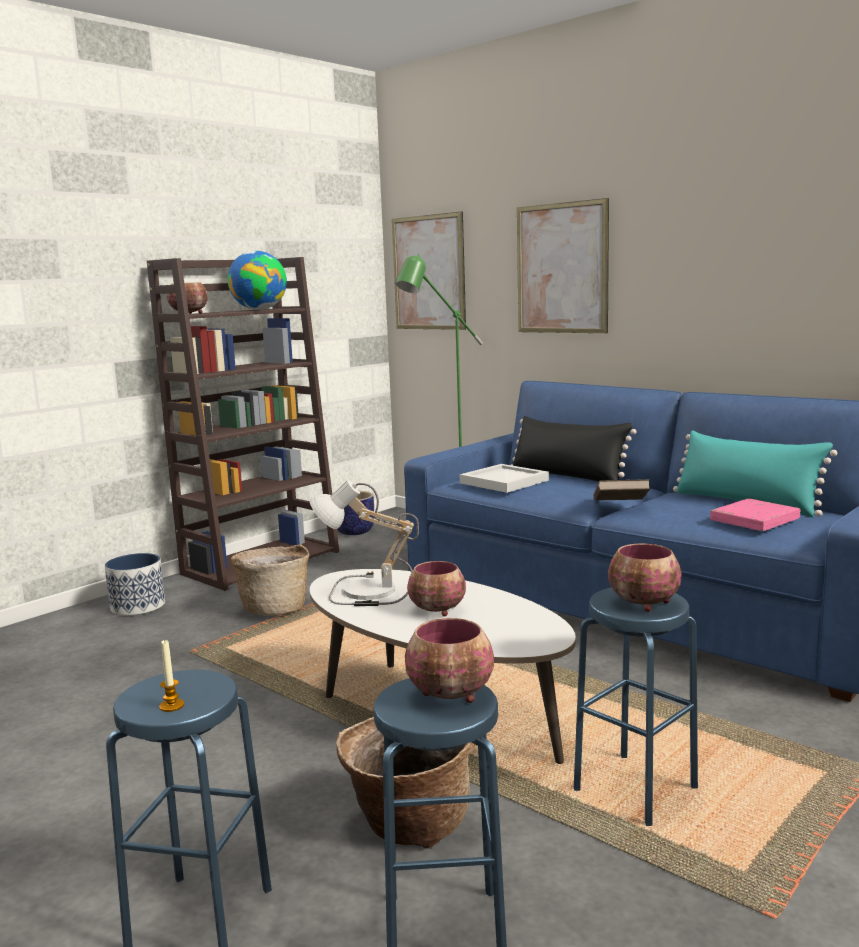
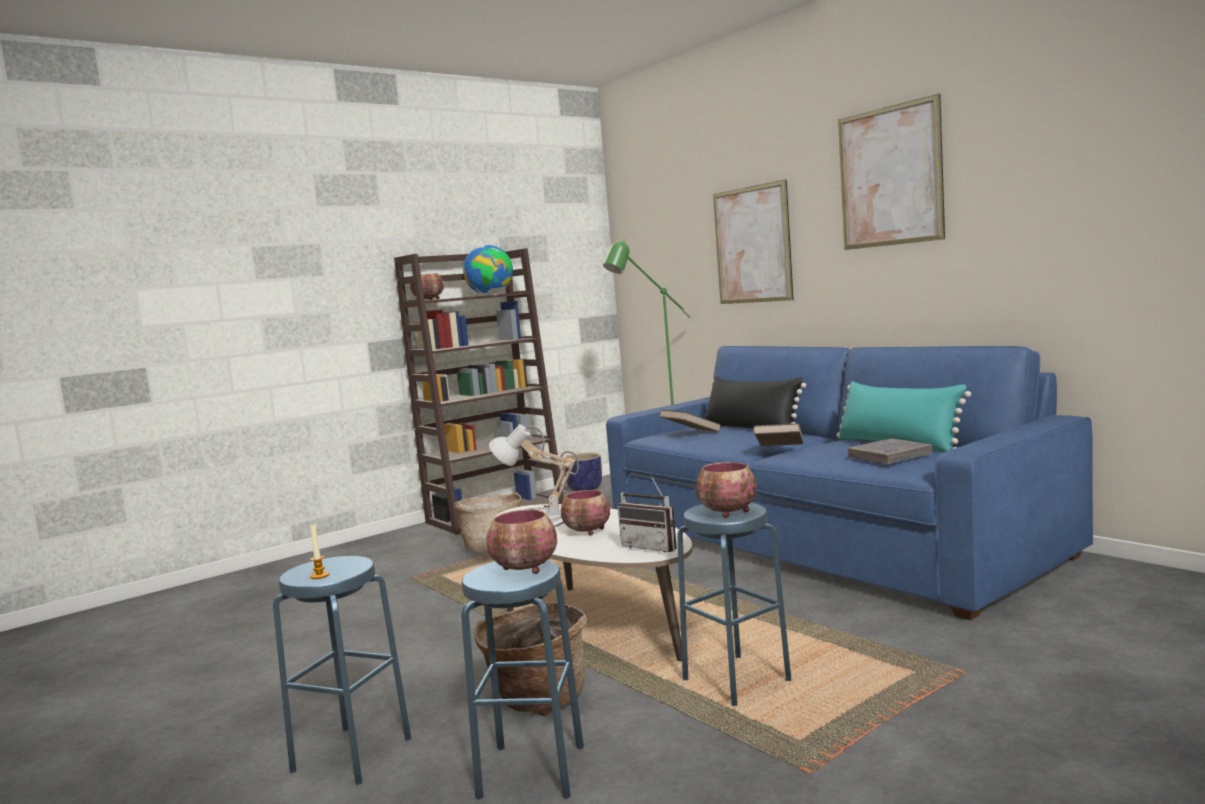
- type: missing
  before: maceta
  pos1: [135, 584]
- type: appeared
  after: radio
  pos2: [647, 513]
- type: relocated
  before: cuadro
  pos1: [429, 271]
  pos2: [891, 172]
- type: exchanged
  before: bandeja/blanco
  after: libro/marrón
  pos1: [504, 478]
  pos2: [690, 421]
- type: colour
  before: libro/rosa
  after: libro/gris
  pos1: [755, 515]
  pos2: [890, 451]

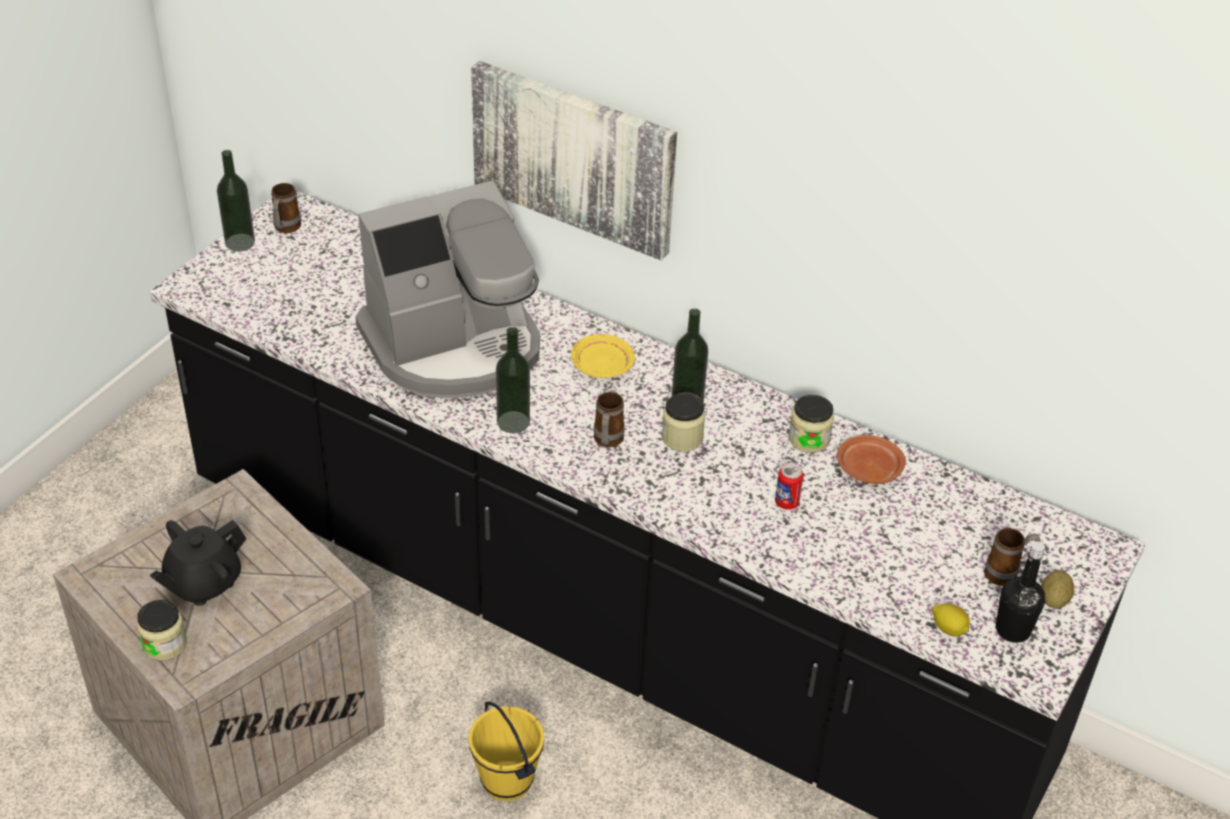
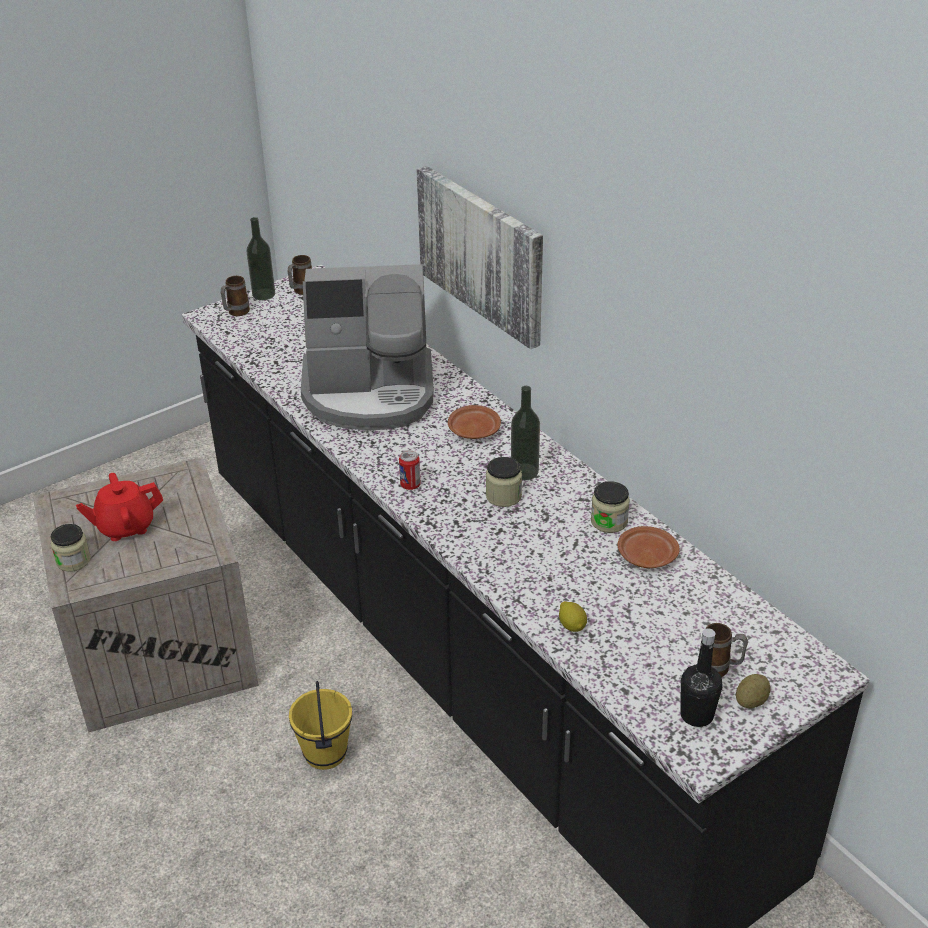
- type: missing
  before: botella
  pos1: [513, 380]
- type: relocated
  before: taza grande
  pos1: [609, 419]
  pos2: [235, 296]
- type: relocated
  before: lata
  pos1: [789, 486]
  pos2: [410, 470]
- type: relocated
  before: limón
  pos1: [951, 620]
  pos2: [573, 616]
- type: colour
  before: tetera/negro
  after: tetera/rojo
  pos1: [198, 563]
  pos2: [119, 507]
- type: colour
  before: plato/amarillo
  after: plato/marrón
  pos1: [603, 356]
  pos2: [474, 422]

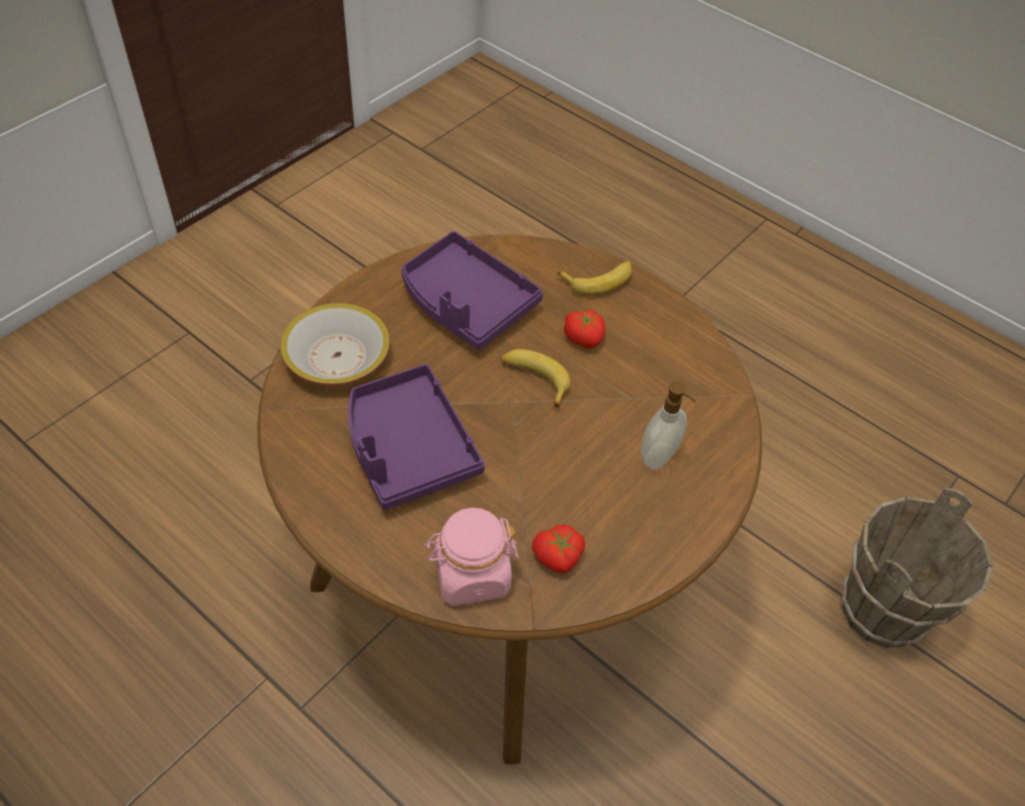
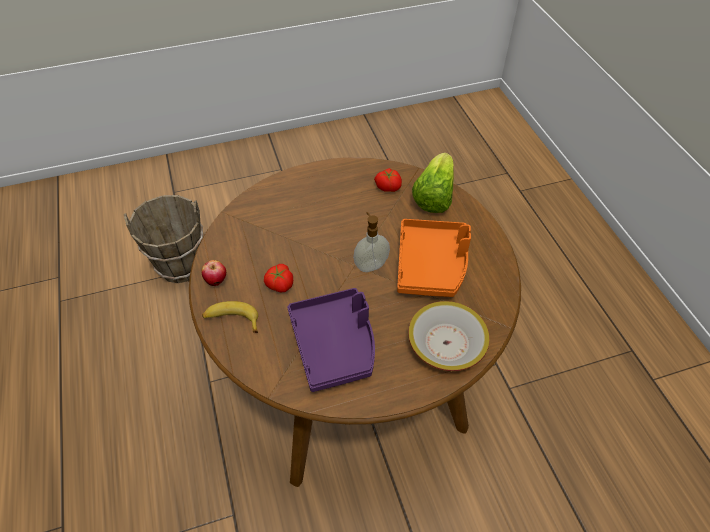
- type: missing
  before: plátano
  pos1: [536, 378]
- type: appeared
  after: manzana
  pos2: [214, 273]
- type: relocated
  before: dispensador de jabón
  pos1: [668, 425]
  pos2: [371, 242]
- type: exchanged
  before: tarro/rosa
  after: lechuga
  pos1: [471, 557]
  pos2: [433, 183]
- type: colour
  before: bandeja/morado
  after: bandeja/naranja
  pos1: [416, 437]
  pos2: [434, 258]

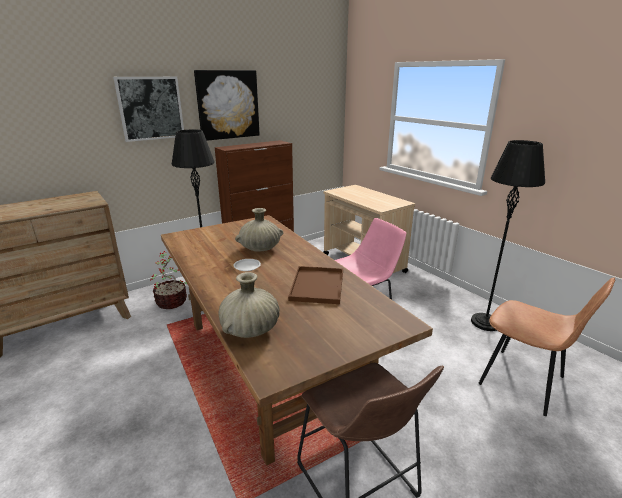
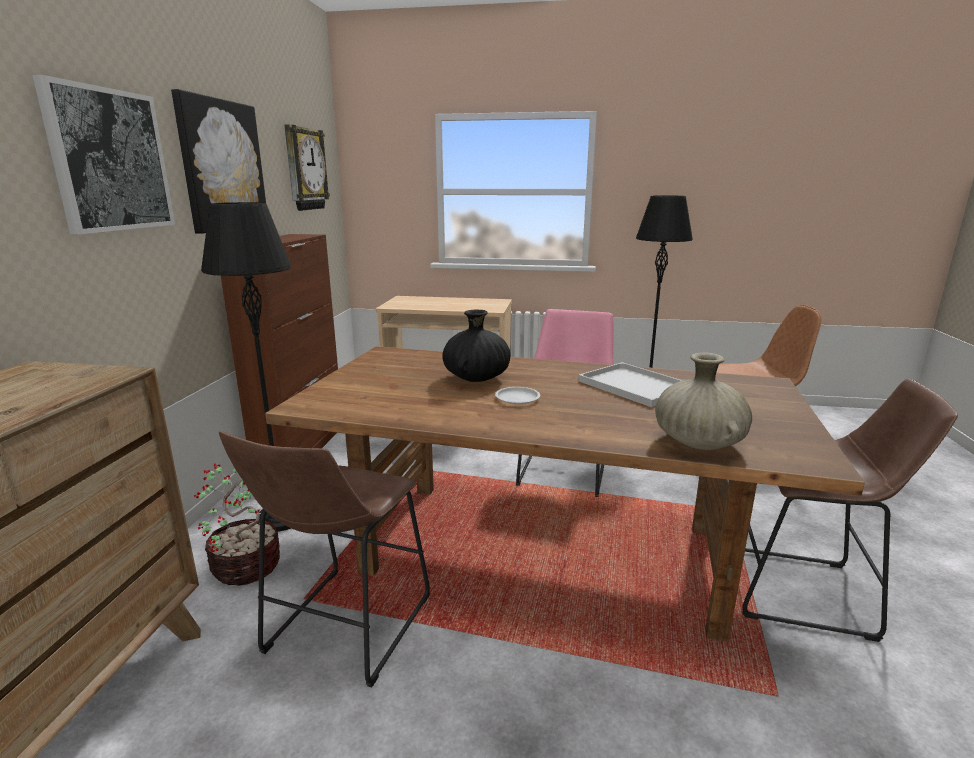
- type: appeared
  after: taburete/marrón
  pos2: [324, 559]
- type: appeared
  after: reloj de pared
  pos2: [307, 168]
- type: colour
  before: florero/beis
  after: florero/negro
  pos1: [259, 230]
  pos2: [476, 346]
- type: colour
  before: bandeja/marrón
  after: bandeja/blanco
  pos1: [315, 285]
  pos2: [629, 384]

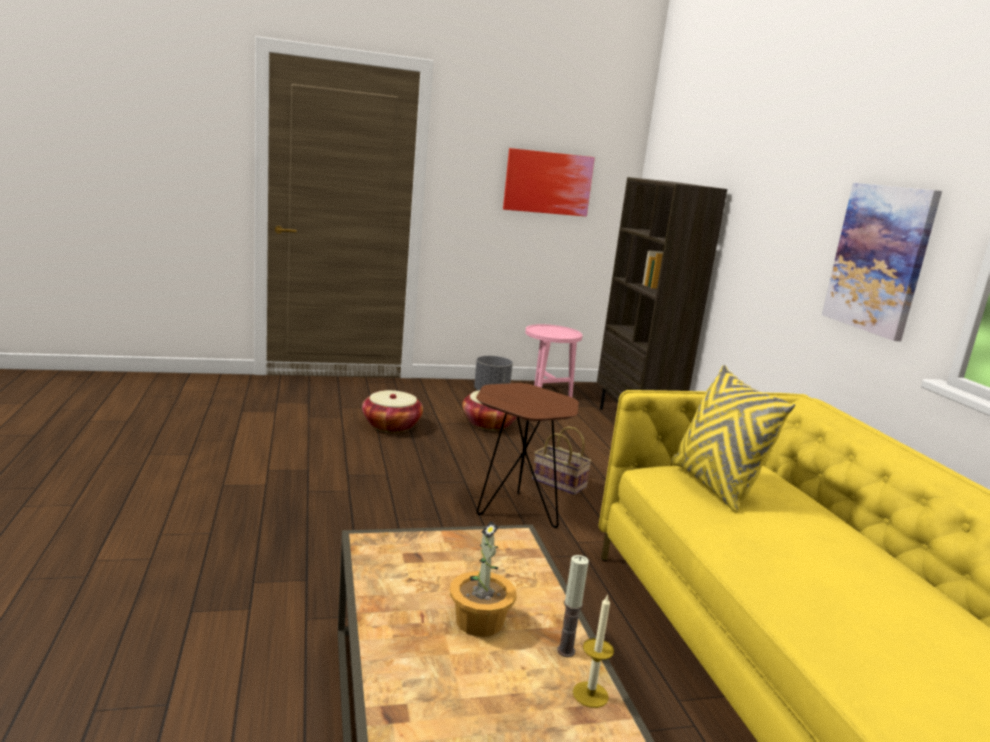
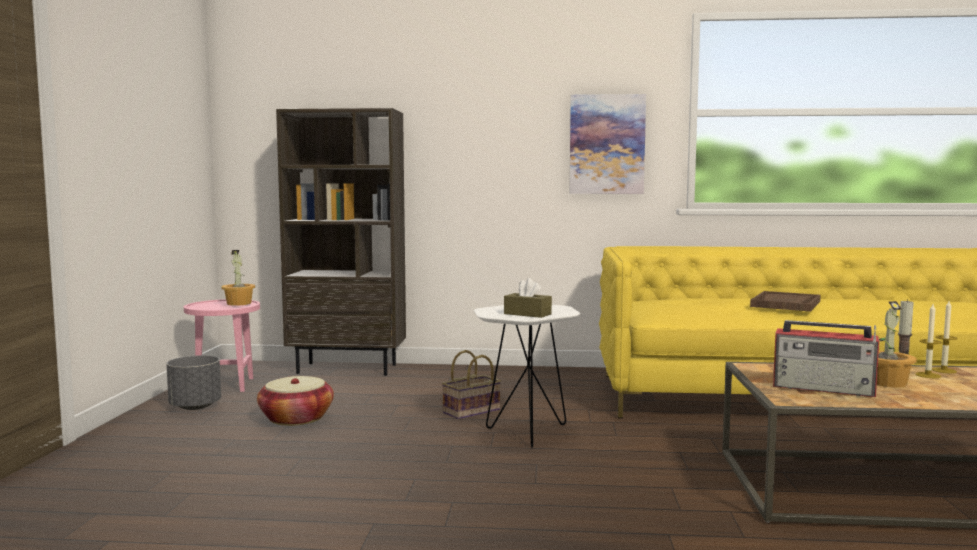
- type: missing
  before: cesta
  pos1: [392, 411]
- type: missing
  before: cuadro
  pos1: [549, 182]
- type: missing
  before: cojín/amarillo
  pos1: [733, 439]
- type: appeared
  after: planta en maceta
  pos2: [238, 278]
- type: appeared
  after: caja de pañuelos/marrón
  pos2: [528, 298]
- type: appeared
  after: bandeja/marrón
  pos2: [785, 301]
- type: appeared
  after: radio
  pos2: [826, 358]
- type: appeared
  after: vela
  pos2: [928, 341]
- type: colour
  before: mesa auxiliar/marrón
  after: mesa auxiliar/blanco
  pos1: [527, 455]
  pos2: [527, 376]

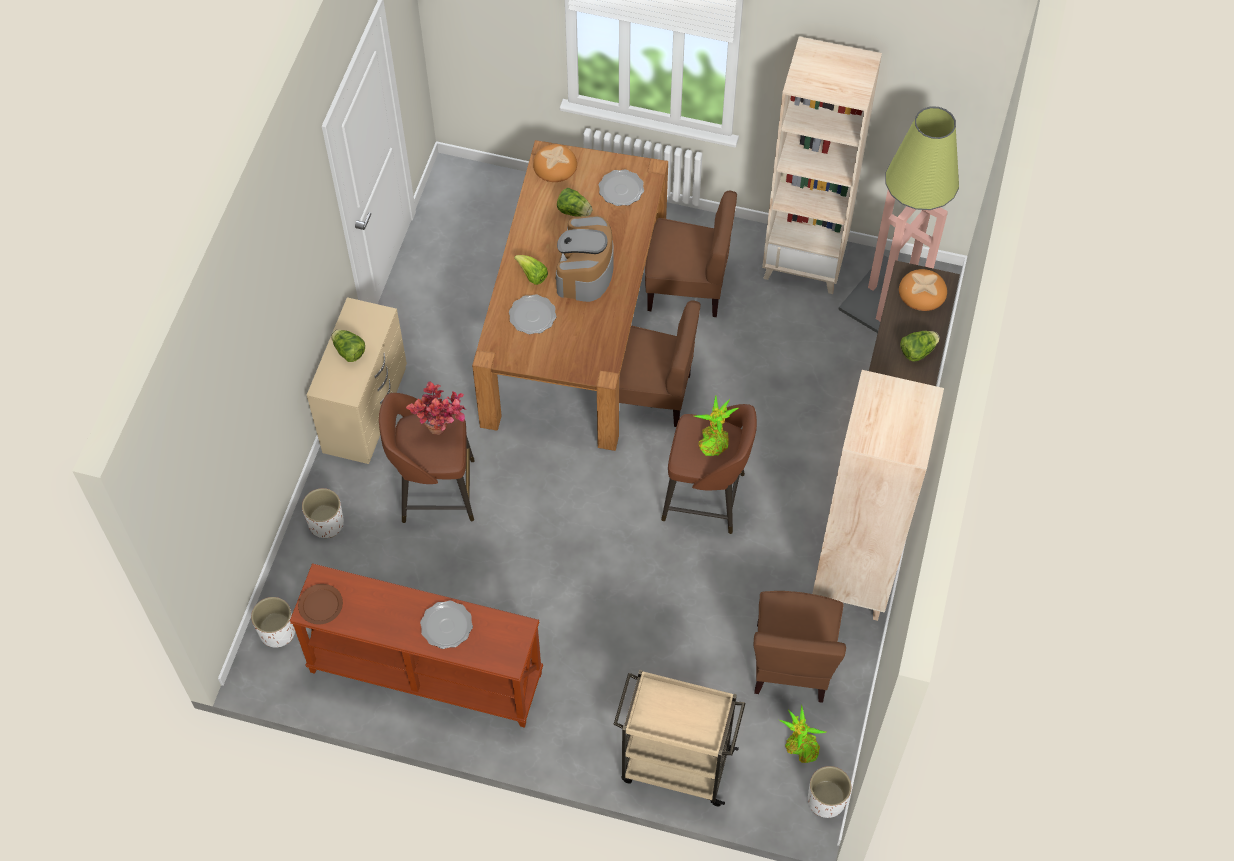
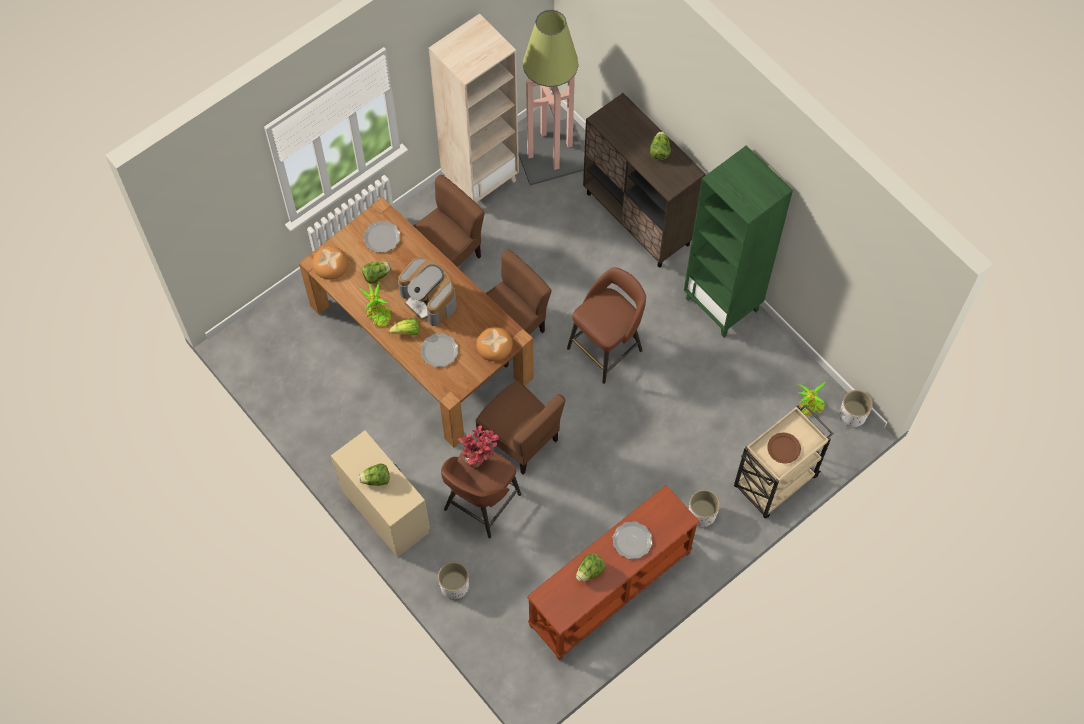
- type: appeared
  after: lechuga
  pos2: [590, 567]
- type: relocated
  before: maceta/blanco
  pos1: [273, 622]
  pos2: [704, 508]
- type: relocated
  before: plato/marrón
  pos1: [320, 604]
  pos2: [784, 448]
- type: relocated
  before: planta en maceta
  pos1: [716, 425]
  pos2: [375, 304]
- type: relocated
  before: silla/marrón
  pos1: [800, 647]
  pos2: [521, 427]
- type: relocated
  before: pan
  pos1: [923, 290]
  pos2: [494, 344]
- type: colour
  before: estantería/beis
  after: estantería/verde
  pos1: [878, 495]
  pos2: [738, 241]

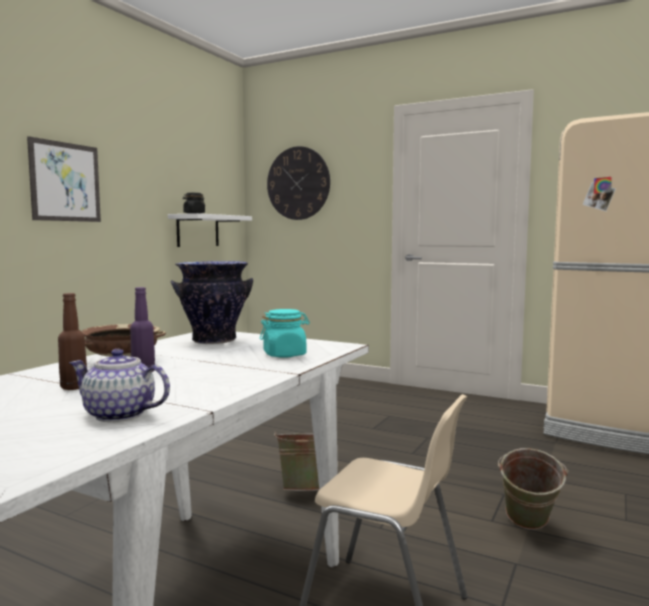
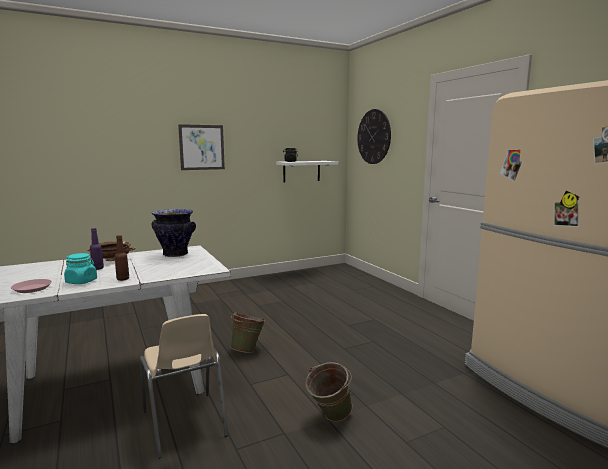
- type: relocated
  before: botella/marrón
  pos1: [72, 341]
  pos2: [122, 258]
- type: relocated
  before: tarro/turquesa
  pos1: [285, 333]
  pos2: [80, 268]
- type: exchanged
  before: tetera
  after: plato/rosa
  pos1: [119, 385]
  pos2: [31, 286]

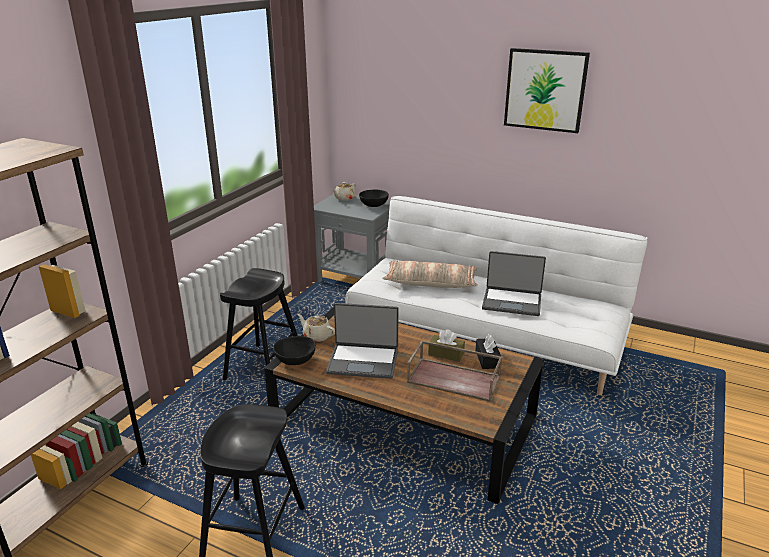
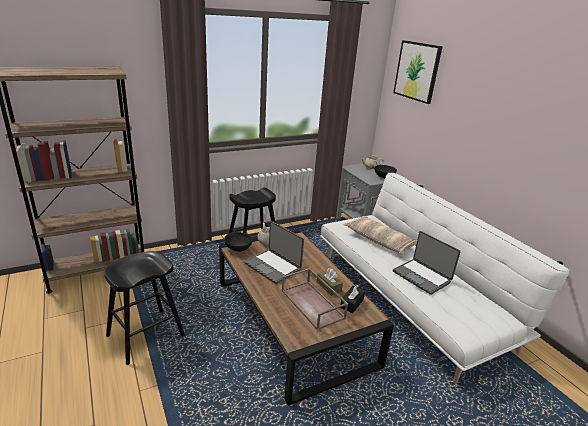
- type: relocated
  before: cuadro
  pos1: [547, 90]
  pos2: [418, 72]

